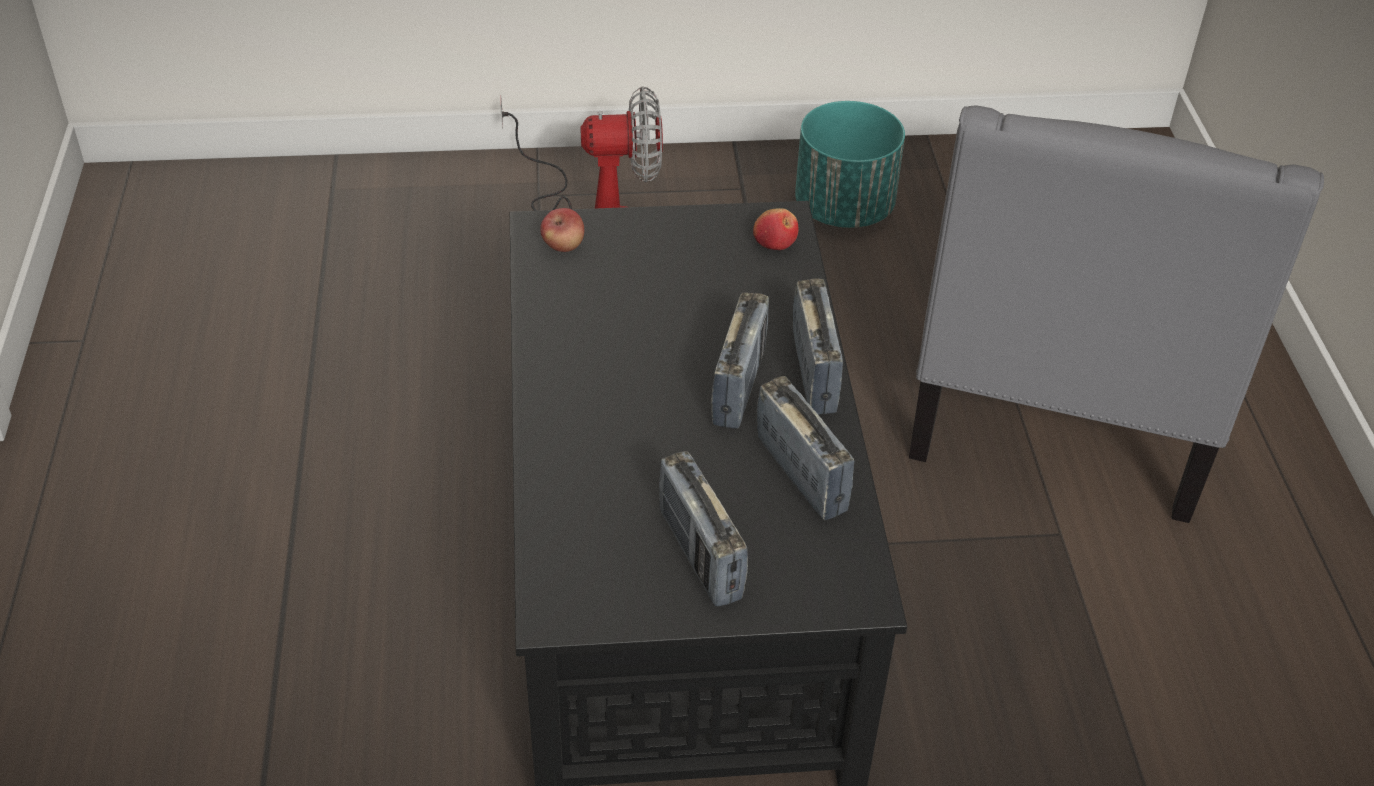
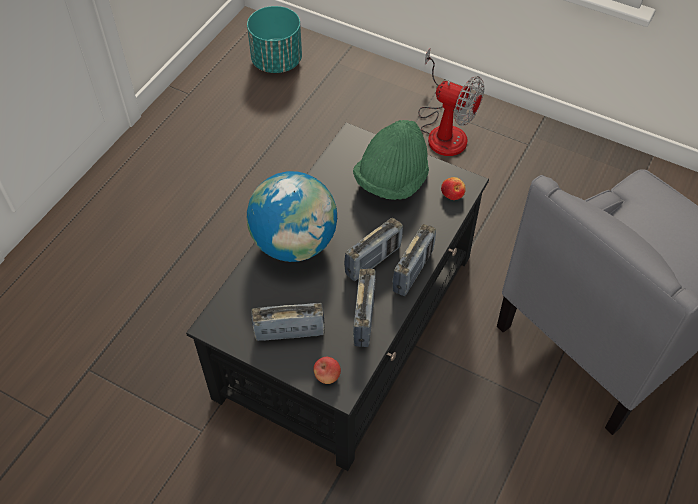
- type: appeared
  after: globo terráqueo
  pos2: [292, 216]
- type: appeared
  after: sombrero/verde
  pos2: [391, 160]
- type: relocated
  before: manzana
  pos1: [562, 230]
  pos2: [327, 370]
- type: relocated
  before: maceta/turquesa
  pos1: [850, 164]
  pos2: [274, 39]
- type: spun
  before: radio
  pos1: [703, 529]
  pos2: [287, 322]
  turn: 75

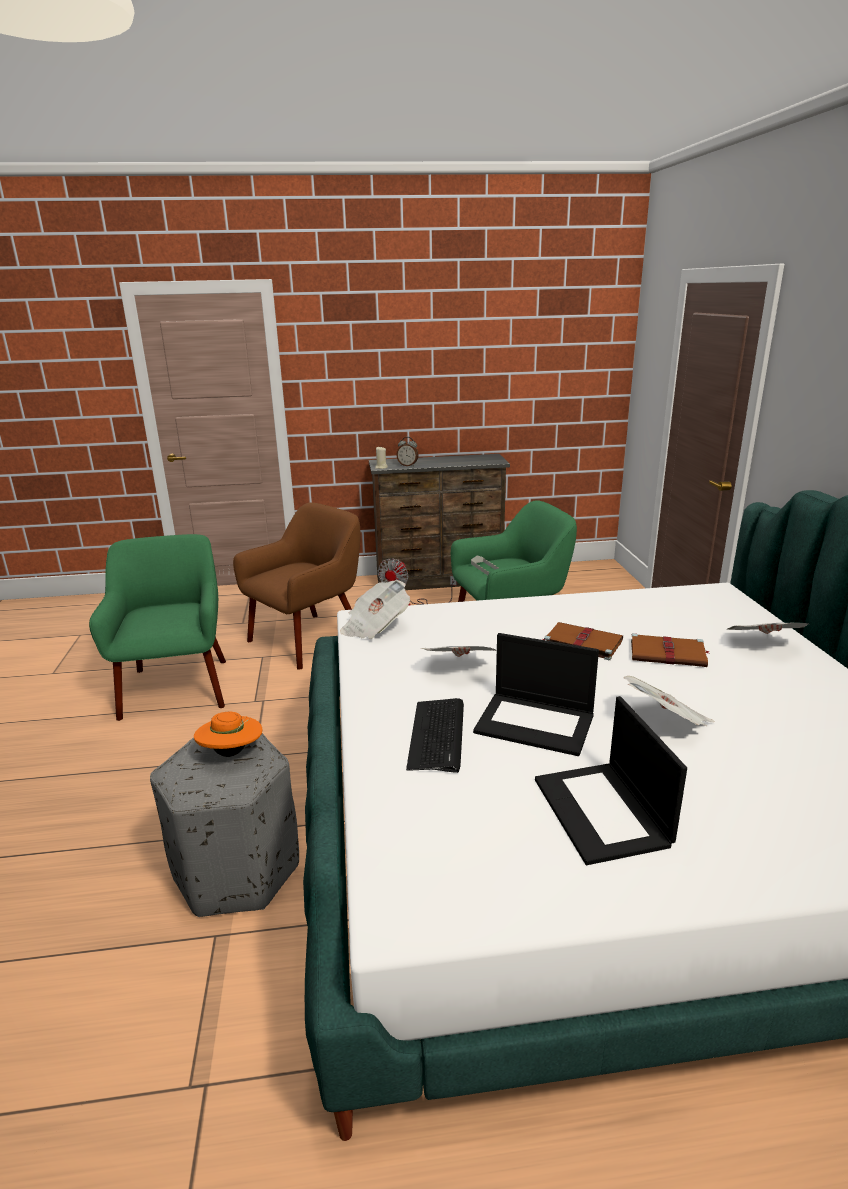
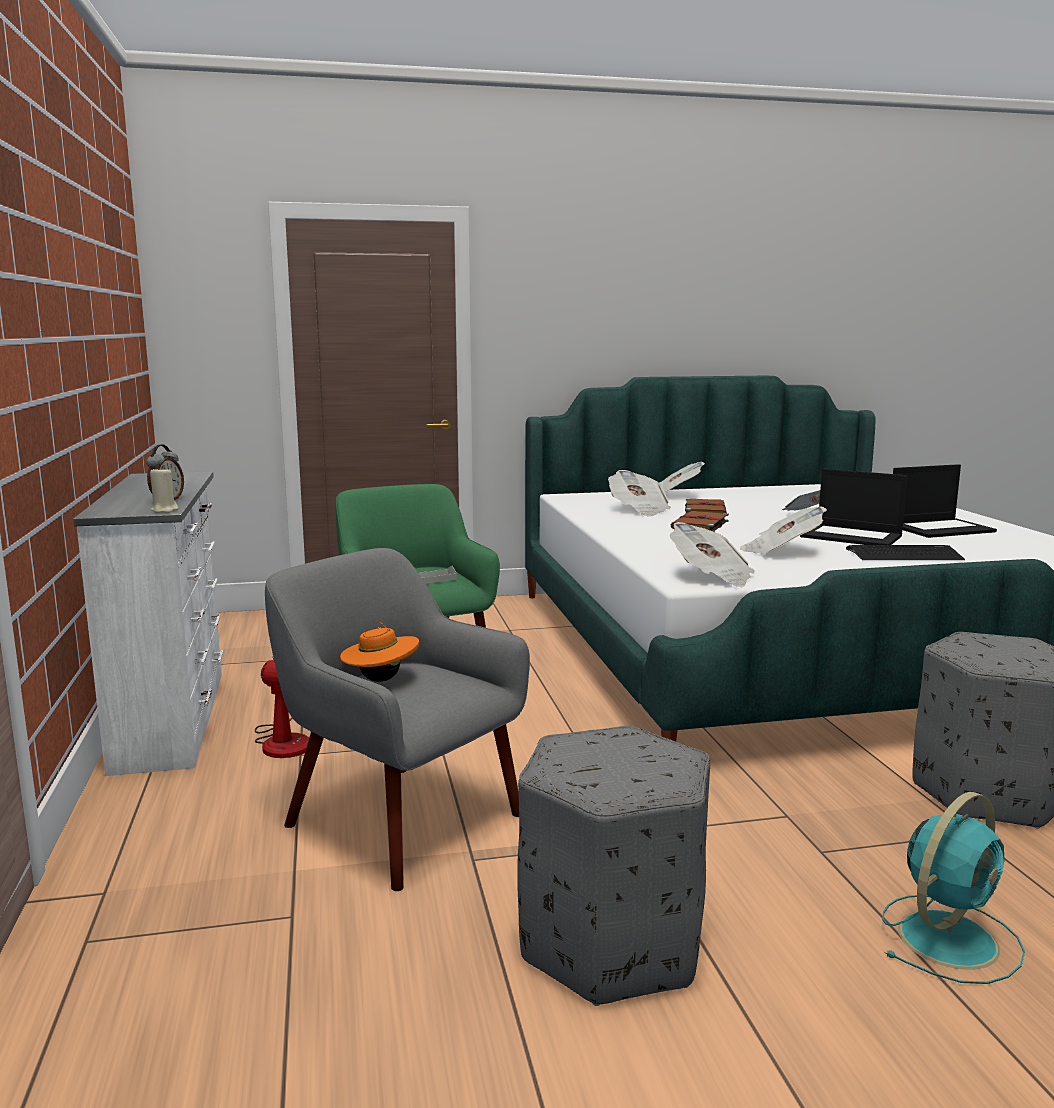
- type: appeared
  after: periódico
  pos2: [639, 493]
- type: appeared
  after: ventilador/turquesa
  pos2: [953, 888]
- type: relocated
  before: sombrero/naranja
  pos1: [228, 734]
  pos2: [379, 652]
- type: exchanged
  before: sillón/verde
  after: puf/gris
  pos1: [157, 627]
  pos2: [613, 866]
- type: colour
  before: sillón/marrón
  after: sillón/gris
  pos1: [296, 586]
  pos2: [397, 719]
- type: colour
  before: cómoda/marrón
  after: cómoda/blanco
  pos1: [439, 522]
  pos2: [148, 623]
- type: spun
  before: portátil
  pos1: [536, 694]
  pos2: [854, 507]
  turn: 105

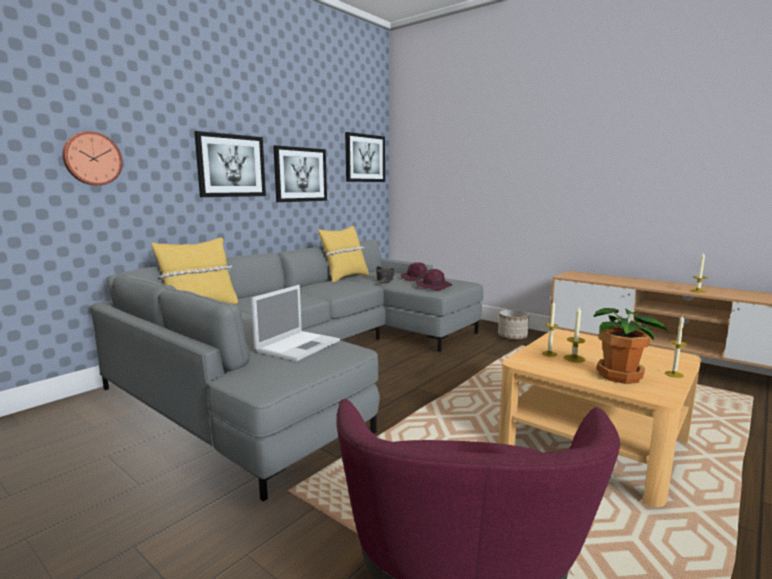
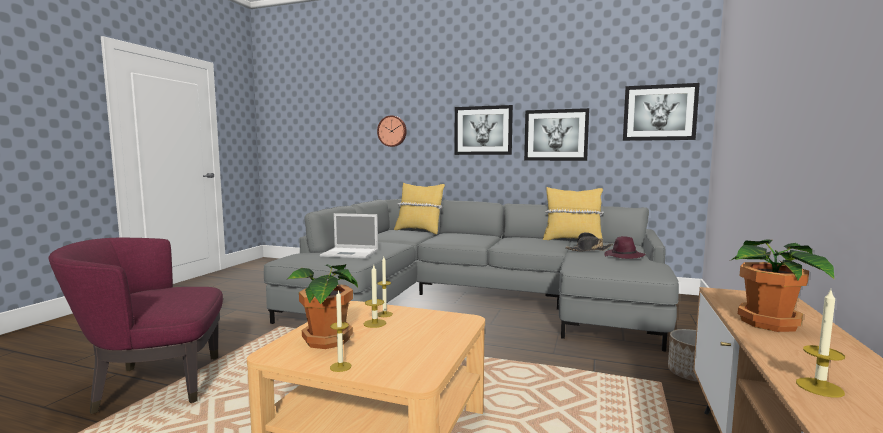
- type: missing
  before: sombrero/morado
  pos1: [433, 279]
- type: appeared
  after: planta en maceta
  pos2: [782, 285]

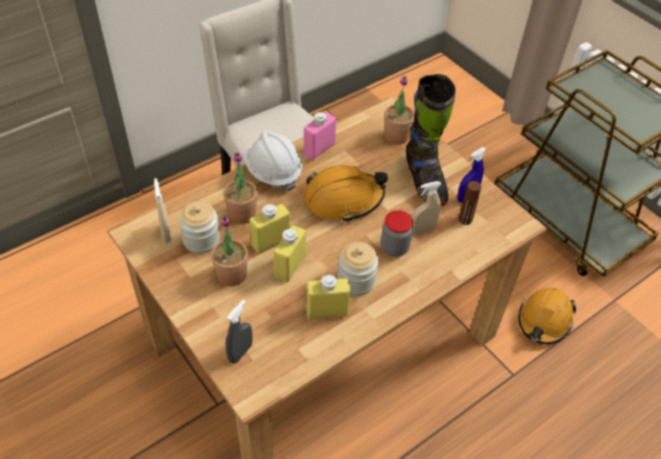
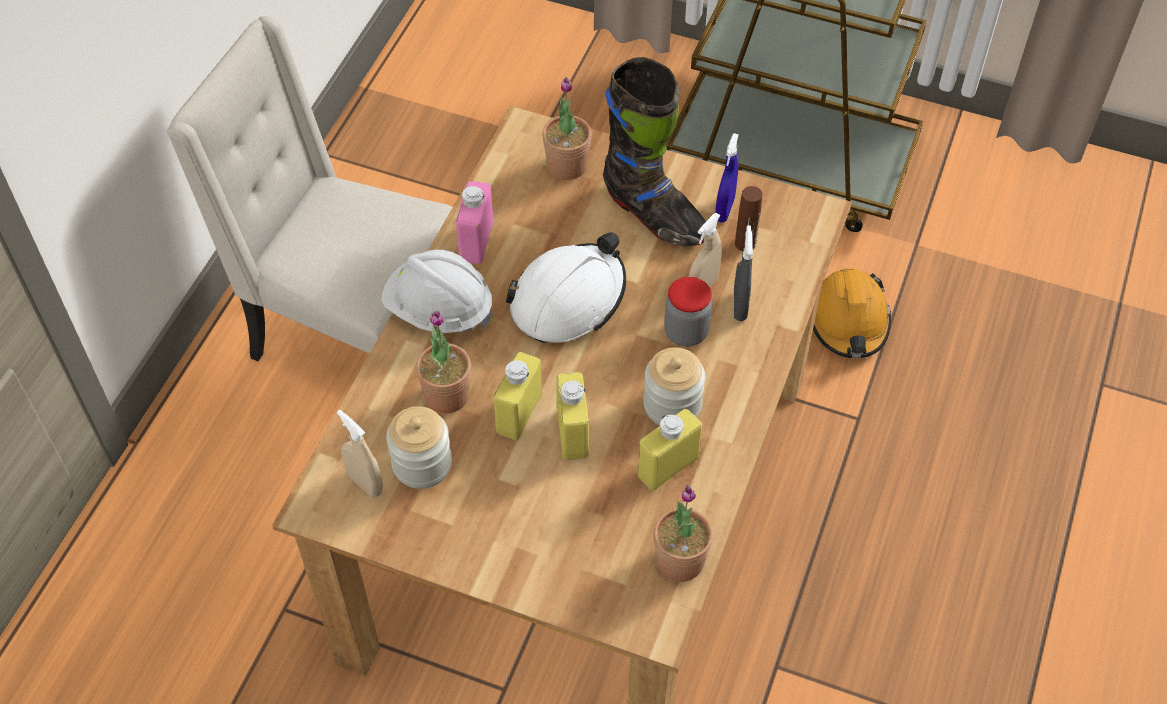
- type: relocated
  before: planta en maceta
  pos1: [229, 251]
  pos2: [683, 533]
- type: relocated
  before: pulverizador/gris
  pos1: [239, 331]
  pos2: [743, 273]
- type: colour
  before: casco/naranja
  after: casco/blanco
  pos1: [346, 193]
  pos2: [566, 287]

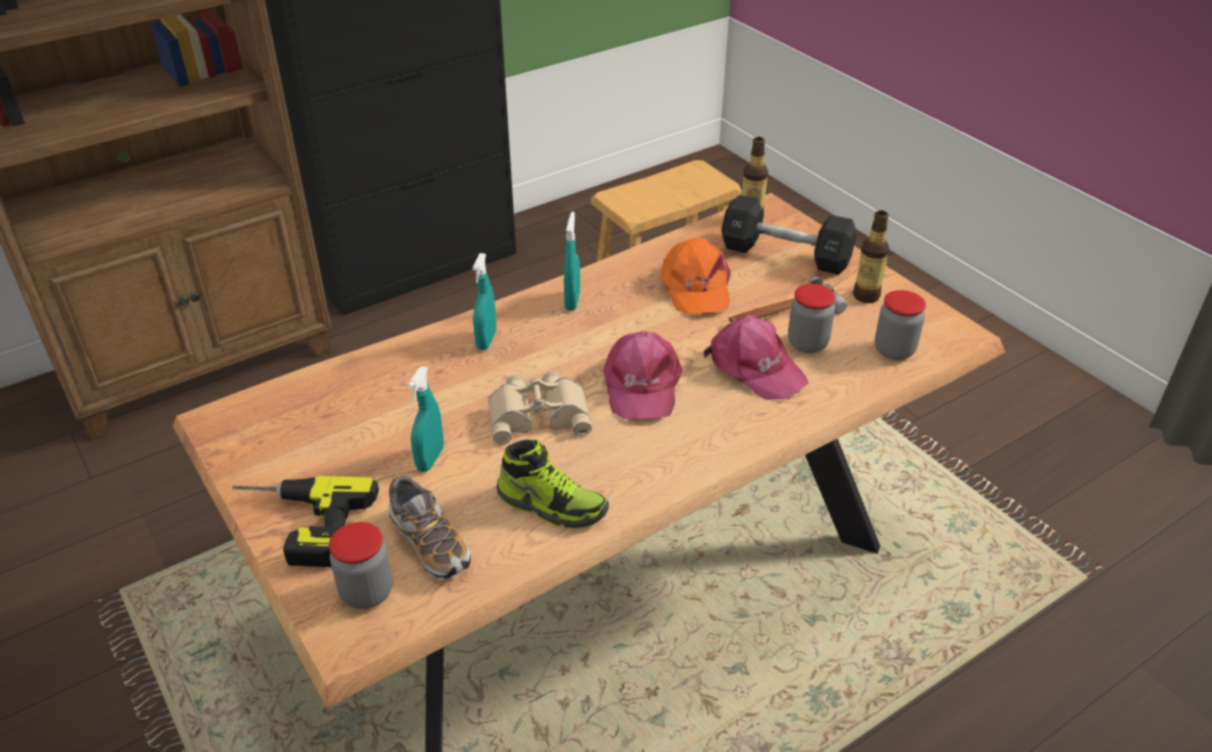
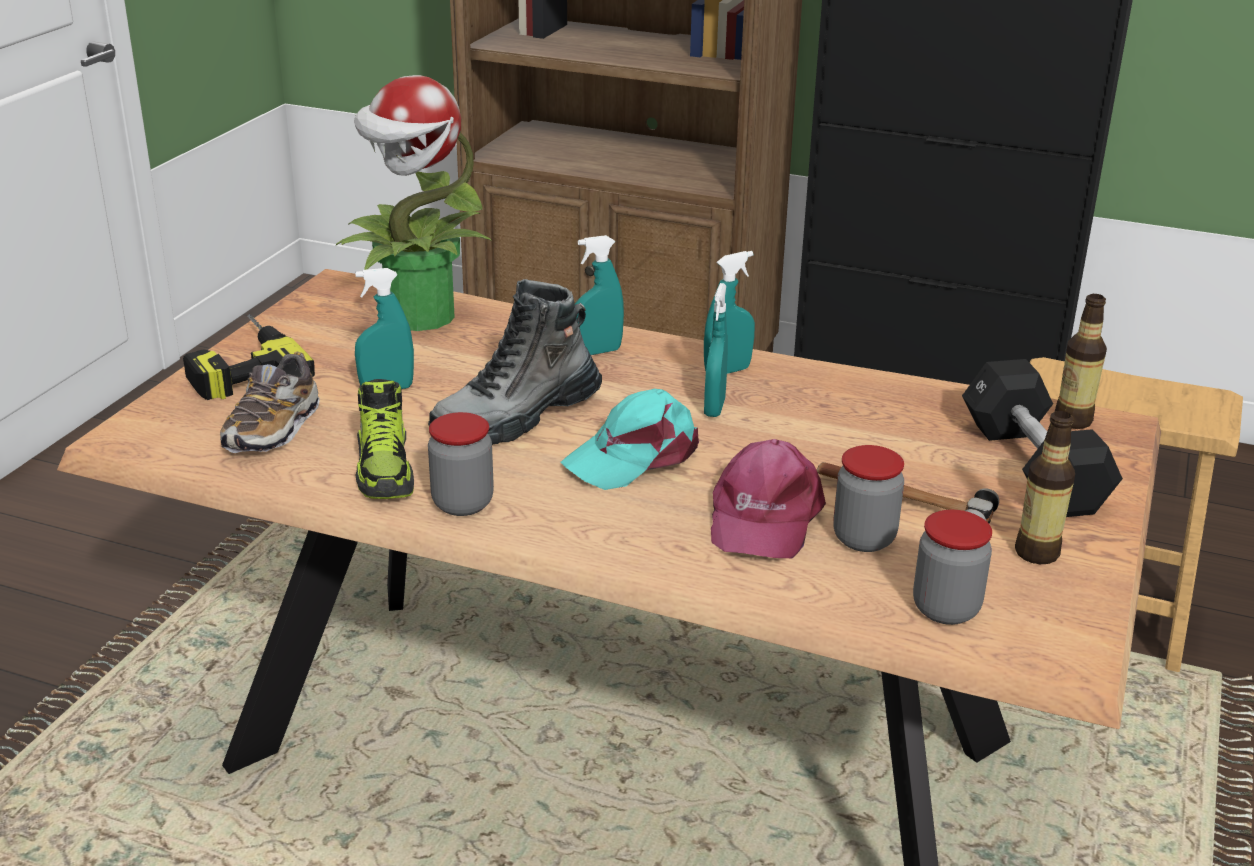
- type: missing
  before: gorra/naranja
  pos1: [696, 276]
- type: appeared
  after: planta en maceta
  pos2: [413, 203]
- type: appeared
  after: pulverizador/turquesa
  pos2: [716, 350]
- type: relocated
  before: tarro
  pos1: [360, 565]
  pos2: [461, 464]
- type: exchanged
  before: prismáticos/beis
  after: bota
  pos1: [540, 407]
  pos2: [515, 362]
- type: colour
  before: gorra/rosa
  after: gorra/turquesa
  pos1: [642, 375]
  pos2: [629, 439]

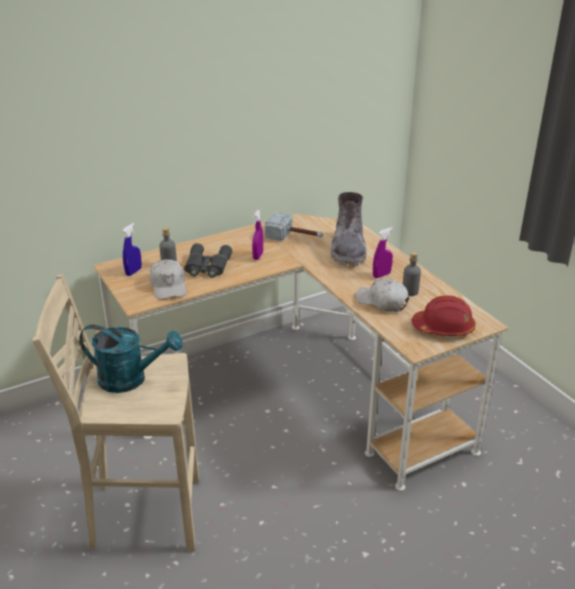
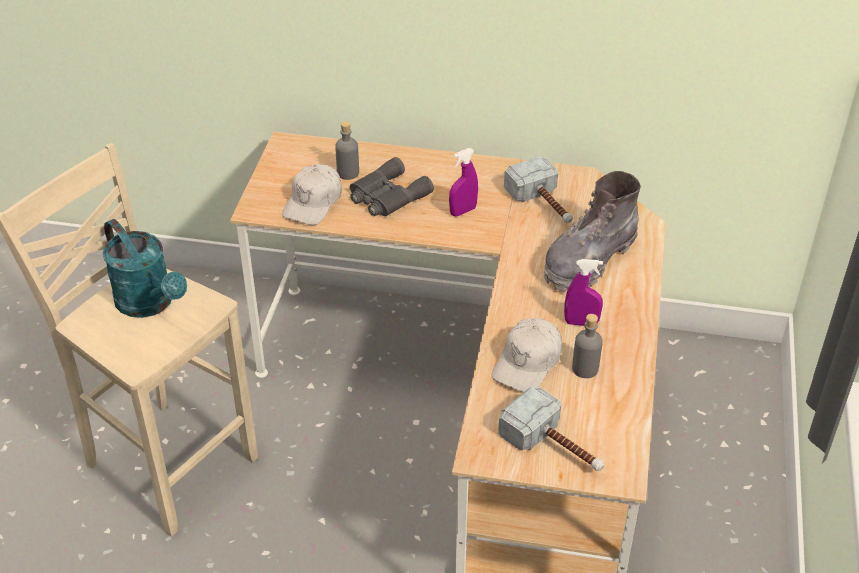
- type: missing
  before: pulverizador/azul
  pos1: [132, 249]
- type: exchanged
  before: casco/rojo
  after: martillo
  pos1: [444, 315]
  pos2: [551, 429]
- type: spun
  before: gorra/blanco
  pos1: [382, 295]
  pos2: [527, 355]
  turn: -135

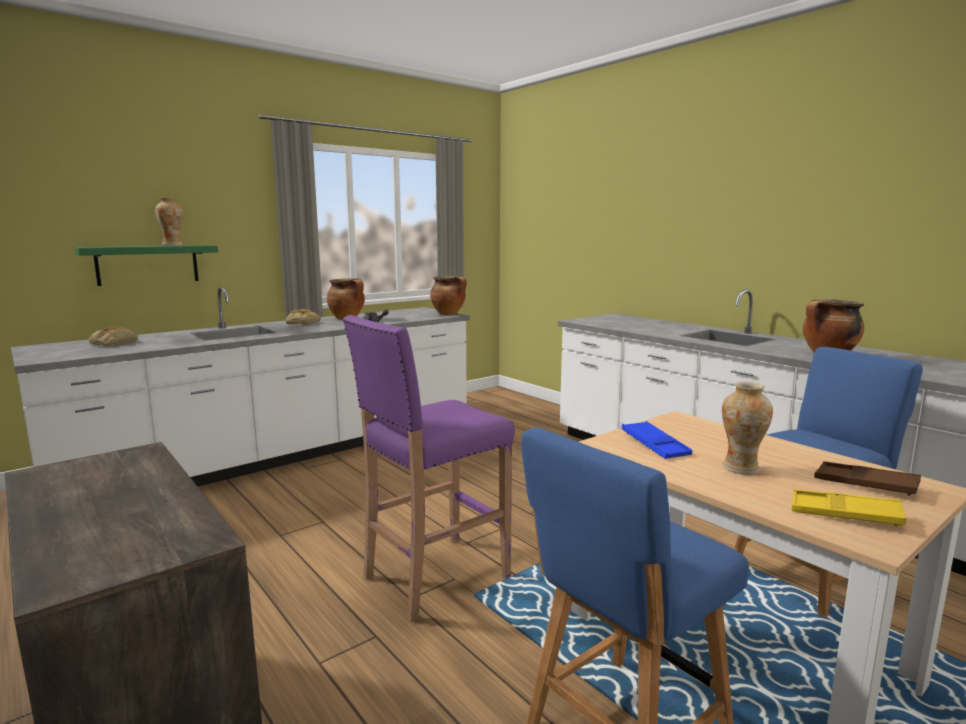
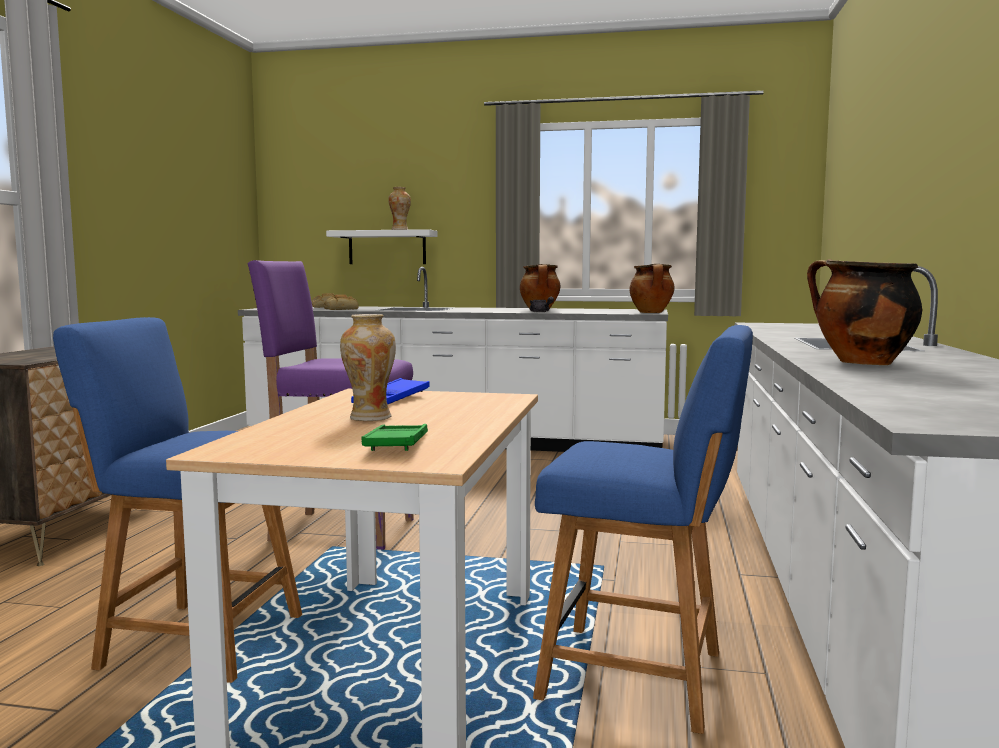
- type: missing
  before: bandeja/amarillo
  pos1: [849, 507]
- type: relocated
  before: pan
  pos1: [303, 317]
  pos2: [341, 302]
- type: colour
  before: estante/verde
  after: estante/blanco
  pos1: [146, 265]
  pos2: [382, 246]
- type: colour
  before: bandeja/marrón
  after: bandeja/verde
  pos1: [868, 478]
  pos2: [395, 437]

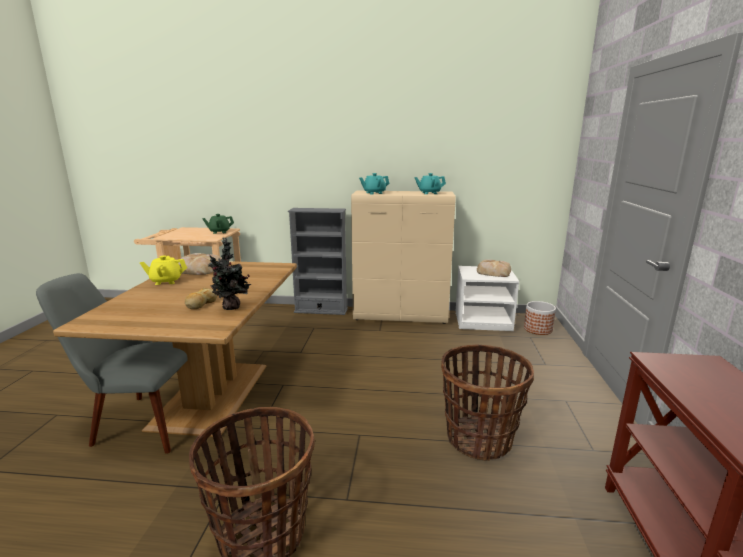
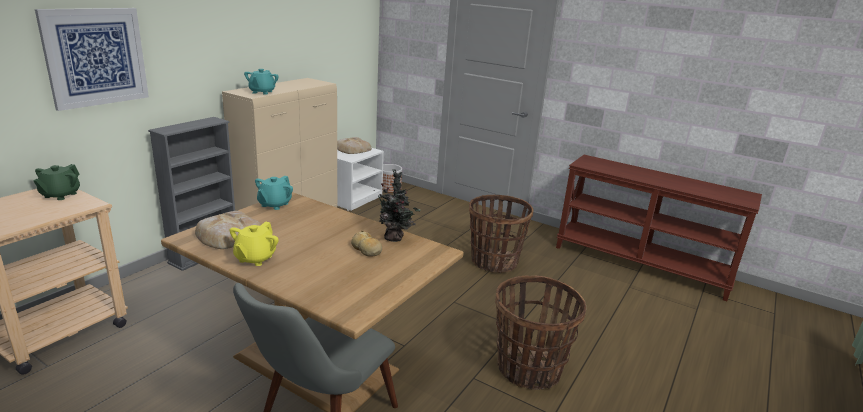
- type: appeared
  after: cuadro
  pos2: [92, 59]
- type: relocated
  before: tetera/turquesa
  pos1: [430, 183]
  pos2: [274, 193]

